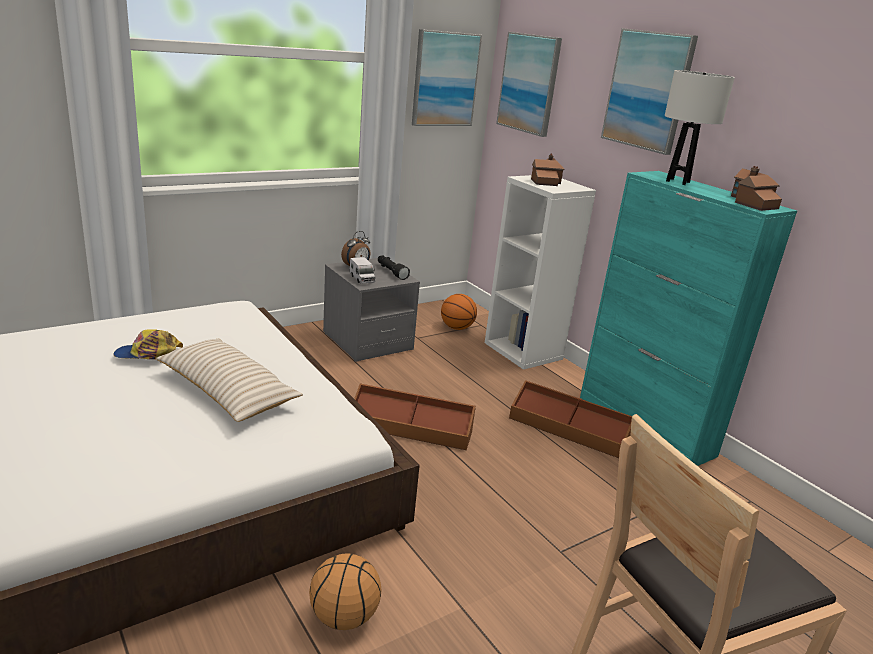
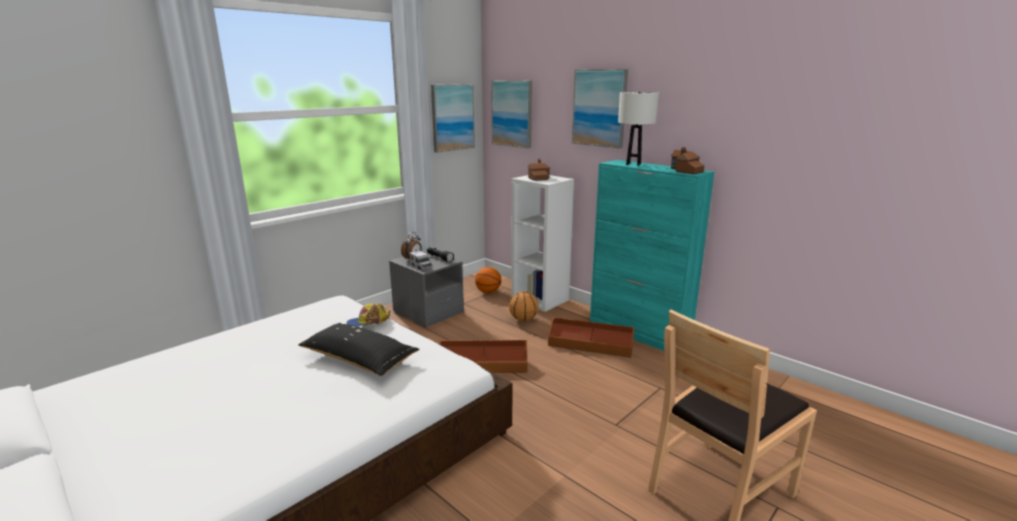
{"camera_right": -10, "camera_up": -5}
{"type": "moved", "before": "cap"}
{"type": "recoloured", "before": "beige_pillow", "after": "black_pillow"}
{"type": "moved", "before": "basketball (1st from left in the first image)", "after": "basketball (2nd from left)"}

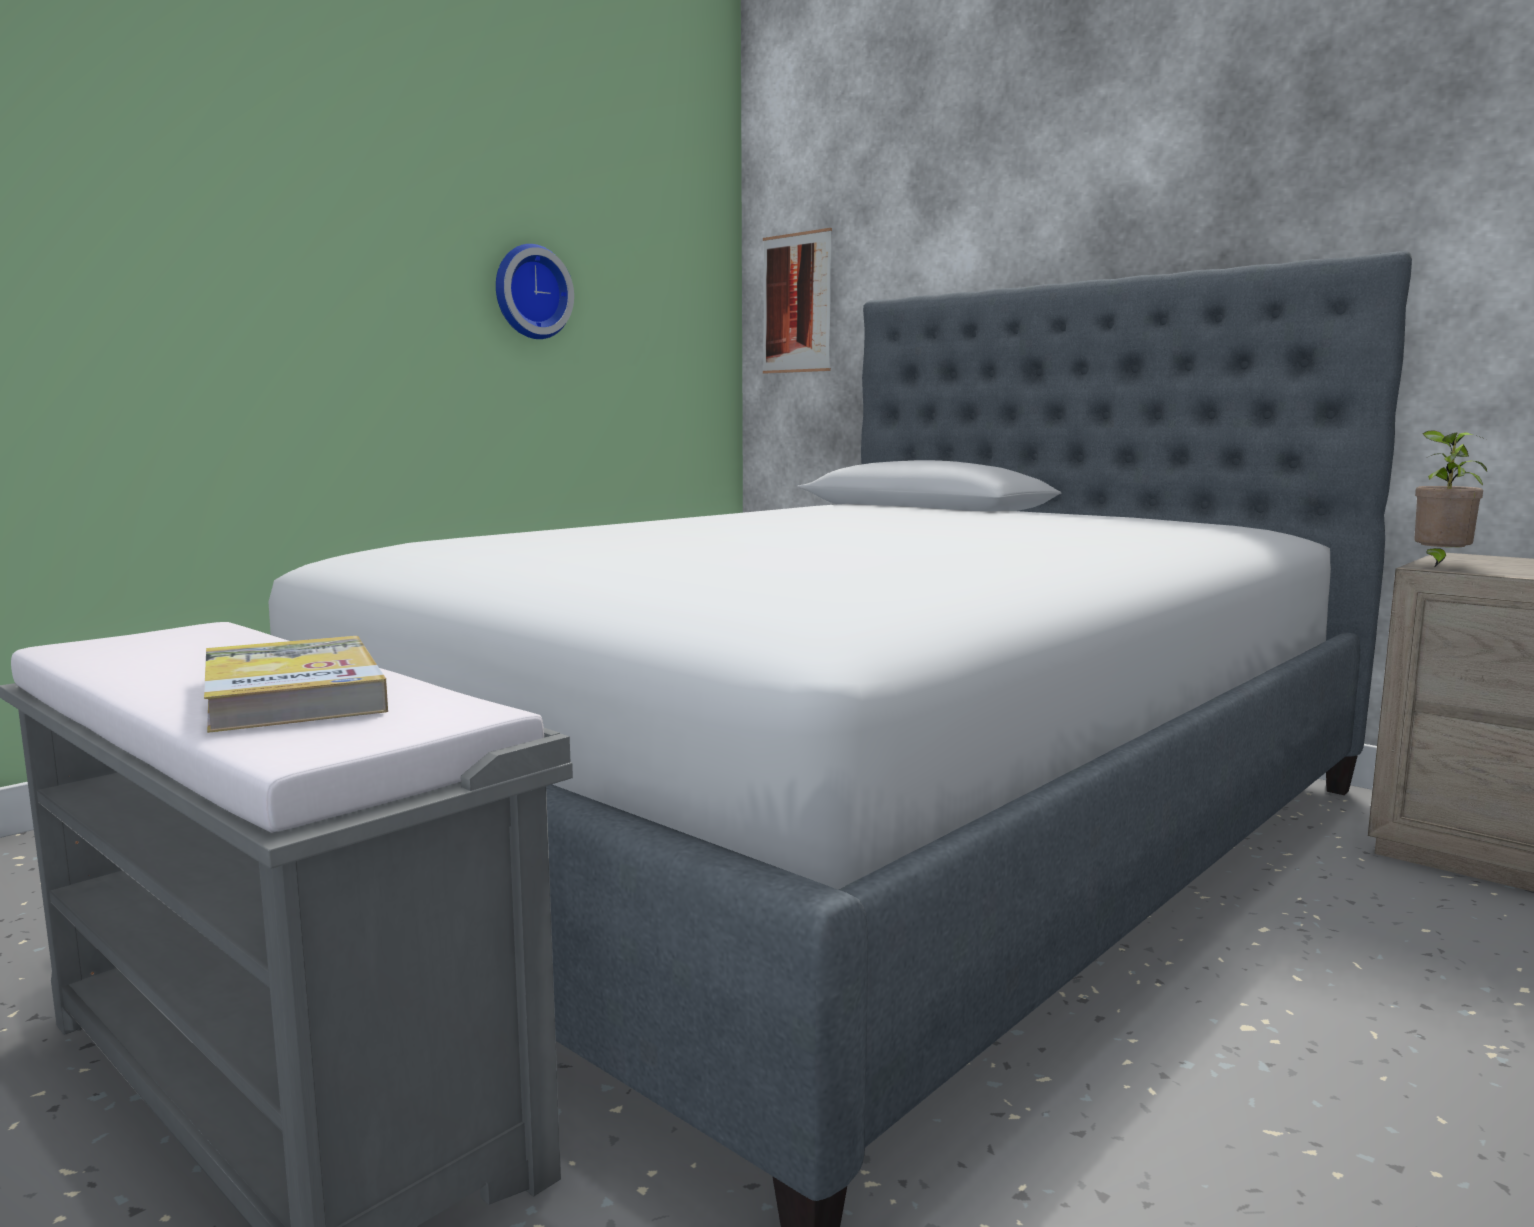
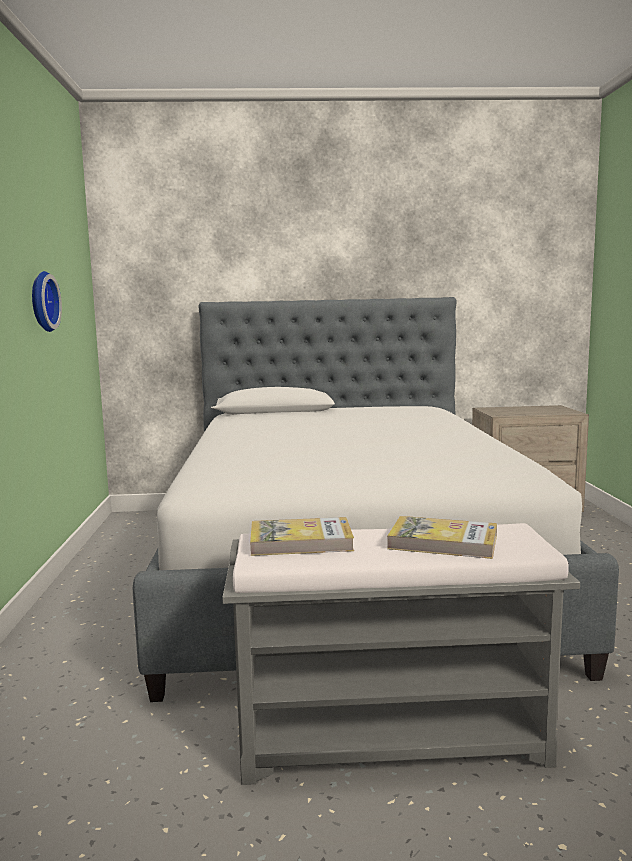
{"camera_right": -45, "camera_up": 0}
{"type": "removed", "before": "picture"}
{"type": "removed", "before": "potted_plant"}
{"type": "added", "after": "book (1st from left)"}

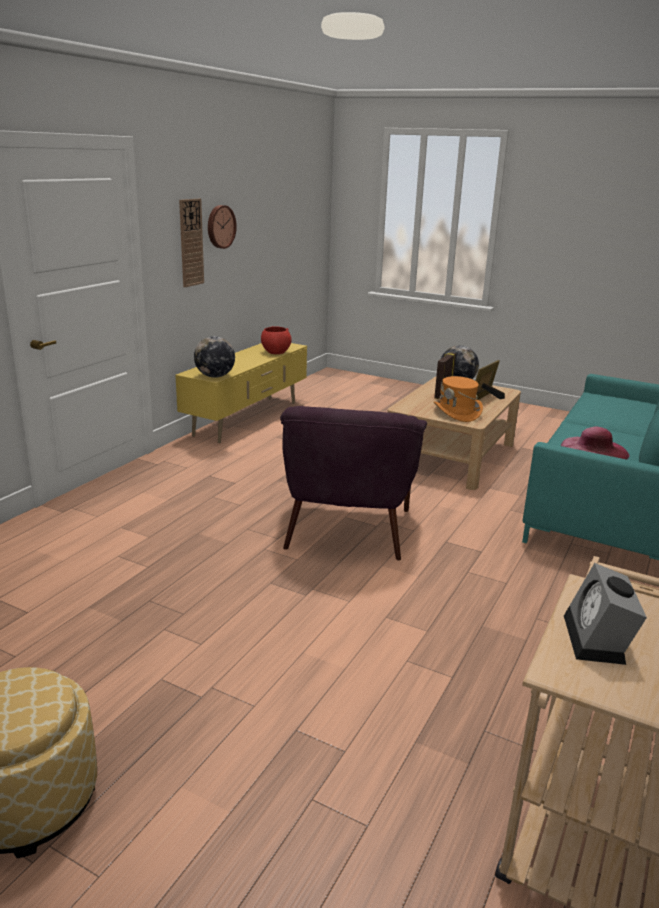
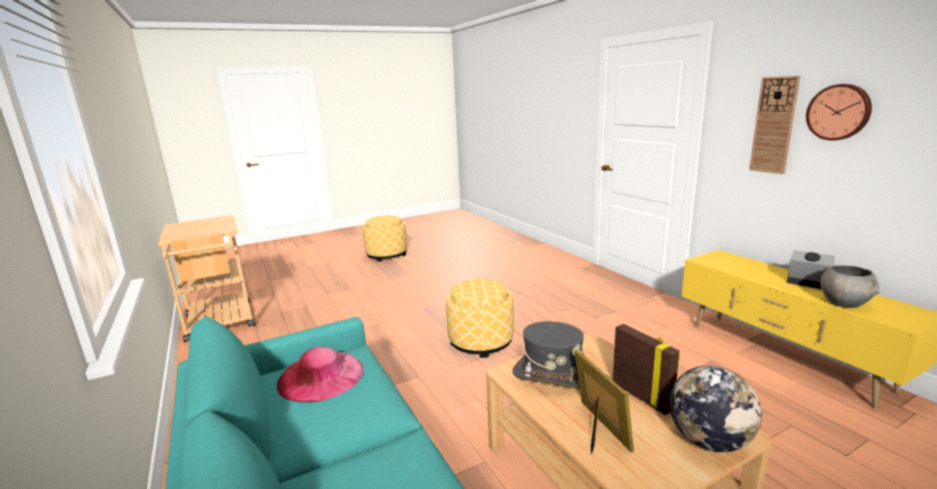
{"camera_right": 125, "camera_up": -5}
{"type": "removed", "before": "globe (1st from left)"}
{"type": "recoloured", "before": "red_bowl", "after": "grey_bowl"}
{"type": "replaced", "before": "purple_armchair", "after": "ottoman (2nd from left)"}
{"type": "recoloured", "before": "orange_hat", "after": "grey_hat"}
{"type": "moved", "before": "alarm_clock"}

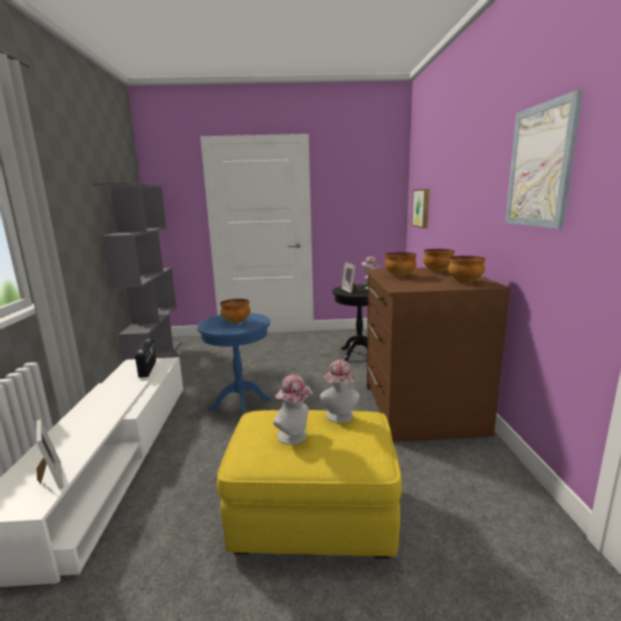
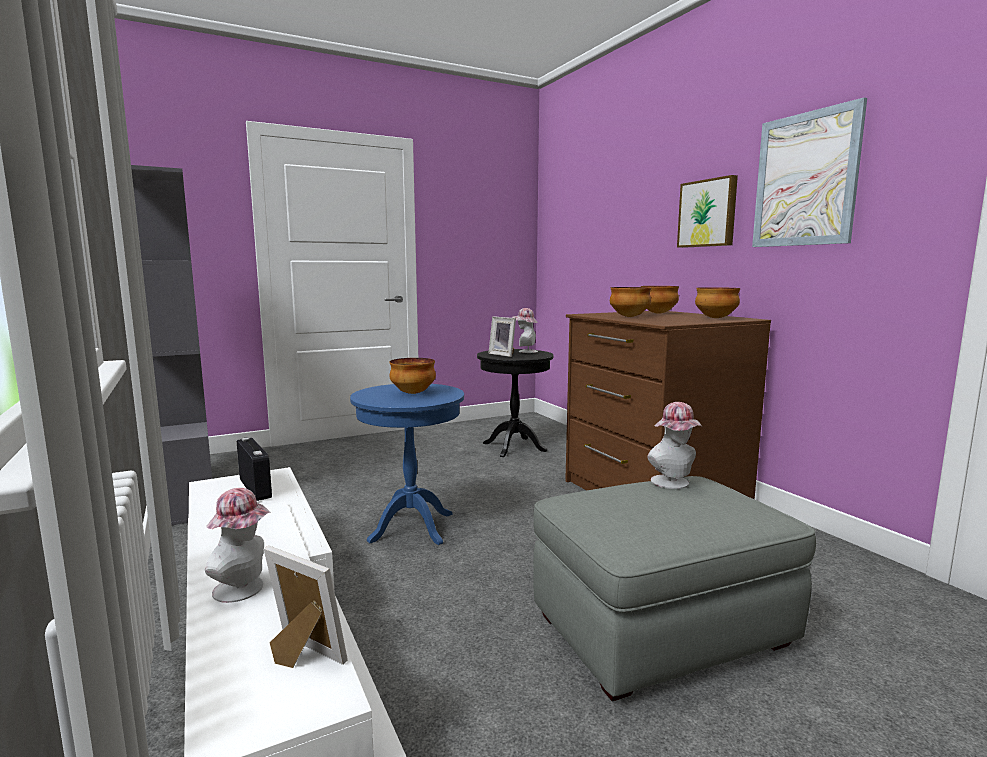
{"camera_right": -25, "camera_up": -5}
{"type": "recoloured", "before": "yellow_ottoman", "after": "grey_ottoman"}
{"type": "moved", "before": "hat (1st from left)"}
{"type": "moved", "before": "picture (1st from left)"}

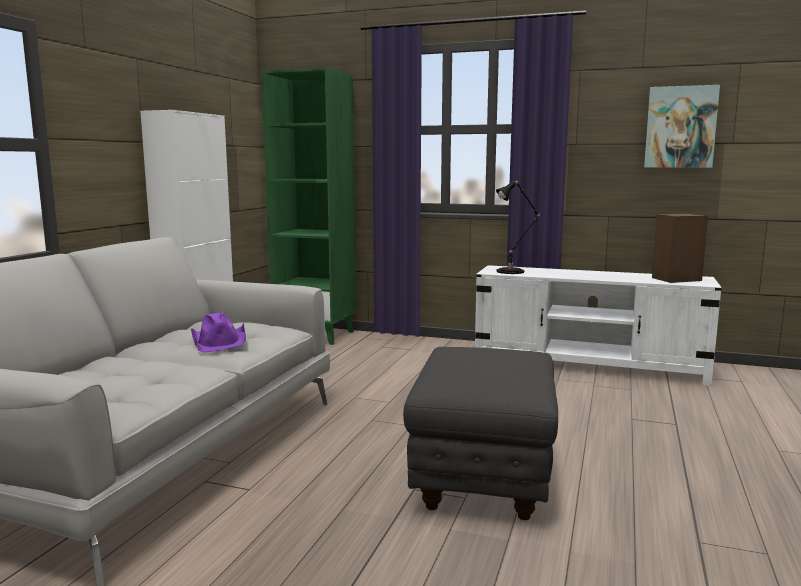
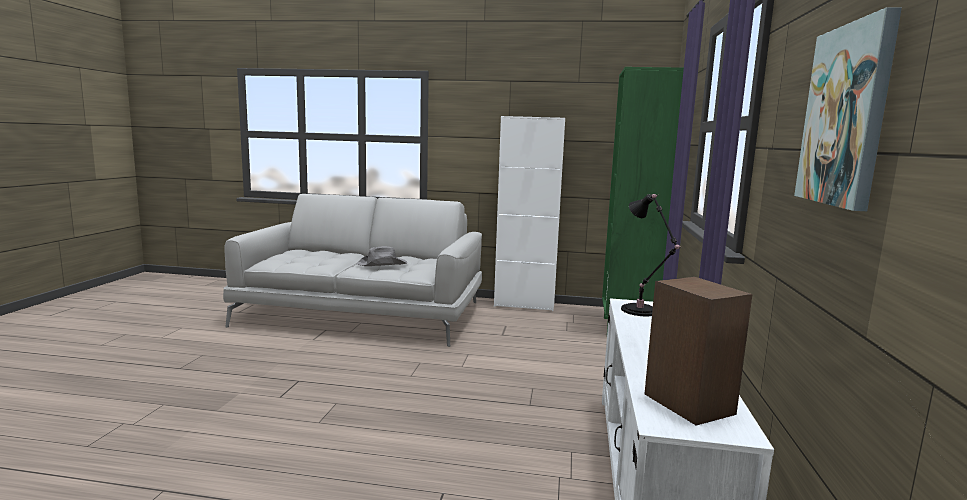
{"camera_right": 80, "camera_up": 0}
{"type": "recoloured", "before": "purple_hat", "after": "grey_hat"}
{"type": "removed", "before": "grey_ottoman"}

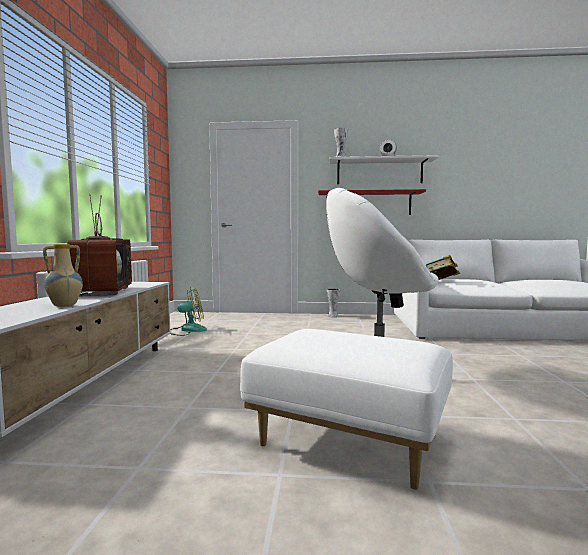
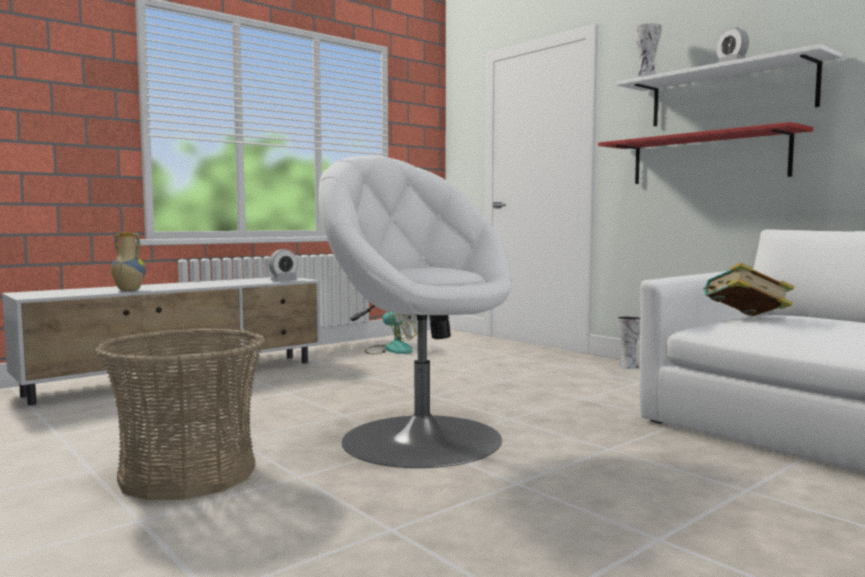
{"camera_right": 45, "camera_up": 0}
{"type": "removed", "before": "television"}
{"type": "replaced", "before": "white_ottoman", "after": "basket"}
{"type": "added", "after": "alarm_clock (1st from left)"}

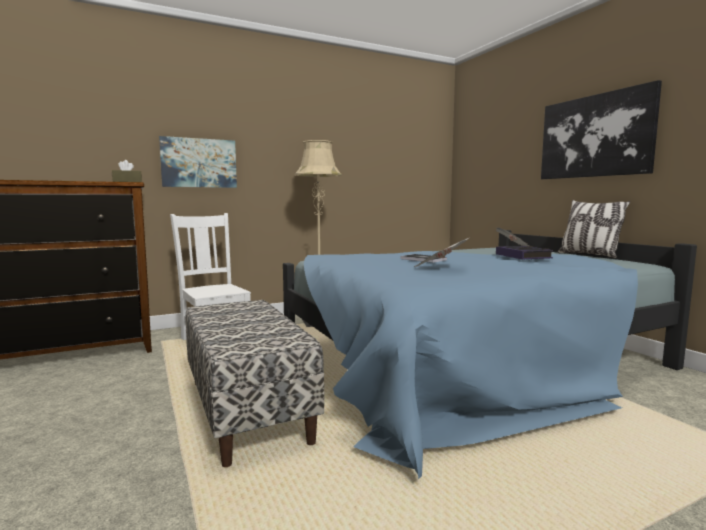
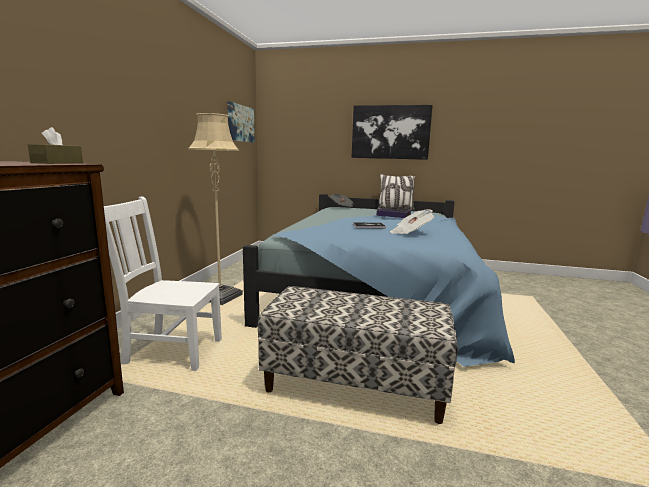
{"camera_right": -50, "camera_up": 5}
{"type": "moved", "before": "picture (1st from left)"}

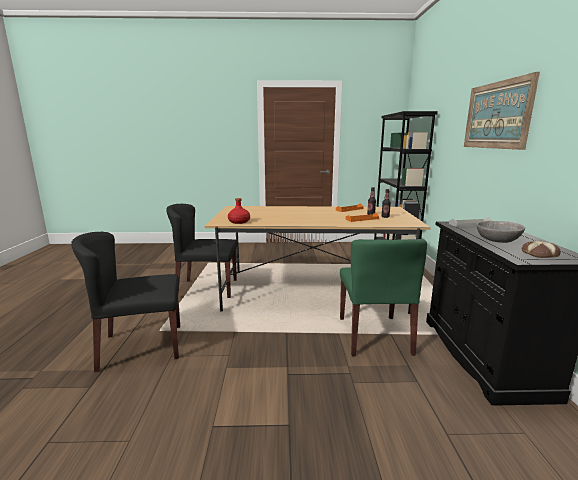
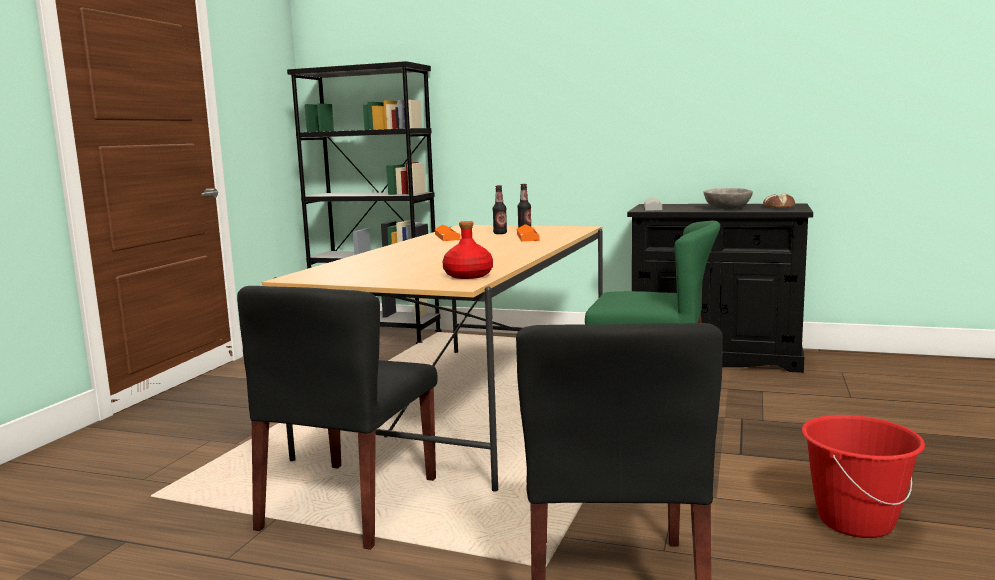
{"camera_right": -70, "camera_up": -5}
{"type": "removed", "before": "picture"}
{"type": "added", "after": "red_bucket"}

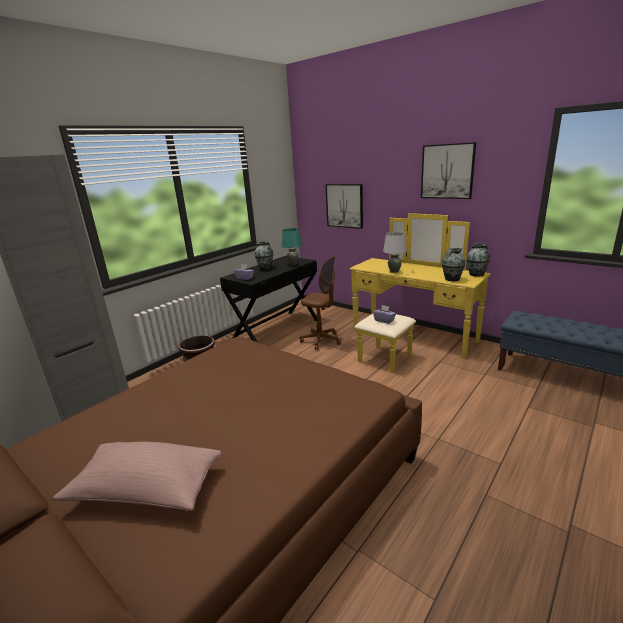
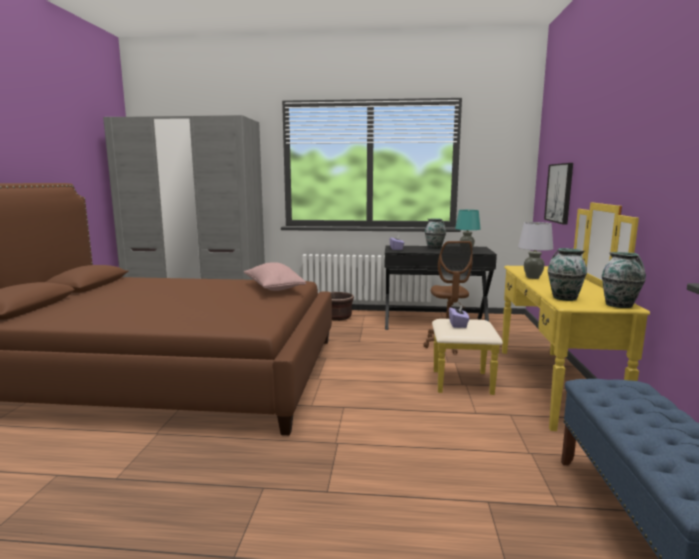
{"camera_right": 55, "camera_up": -10}
{"type": "moved", "before": "pink_pillow"}
{"type": "removed", "before": "picture (2nd from left)"}

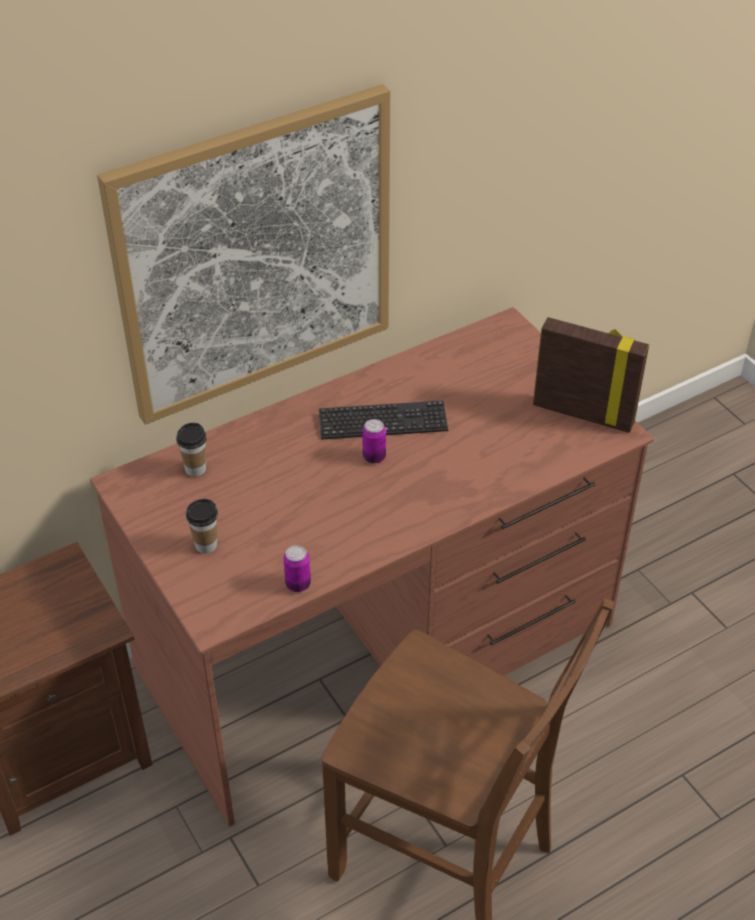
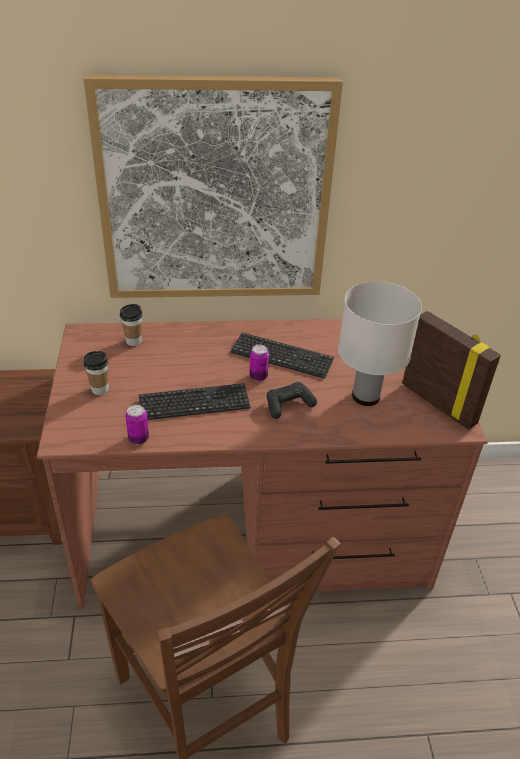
{"camera_right": 25, "camera_up": -5}
{"type": "added", "after": "keyboard (1st from left)"}
{"type": "added", "after": "black_game_controller"}
{"type": "added", "after": "white_table_lamp"}

